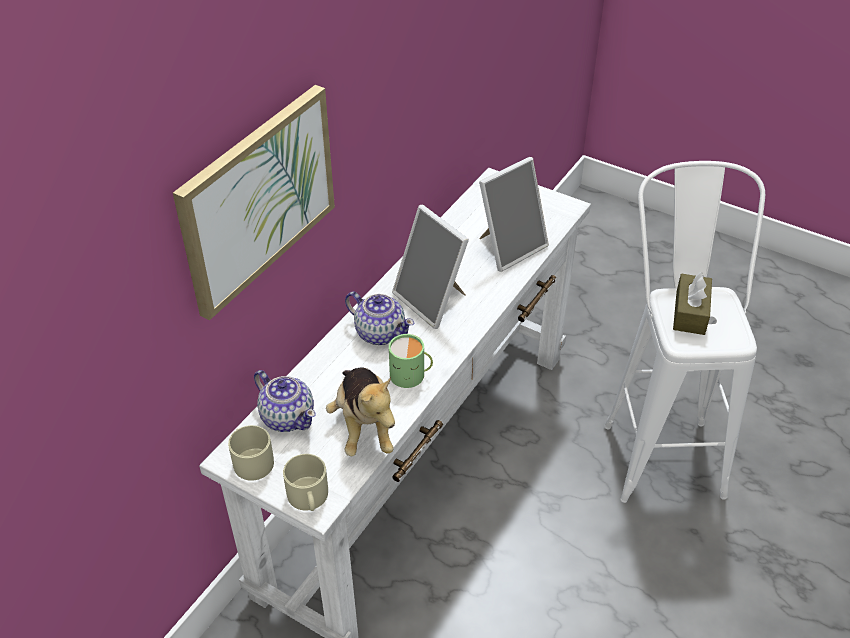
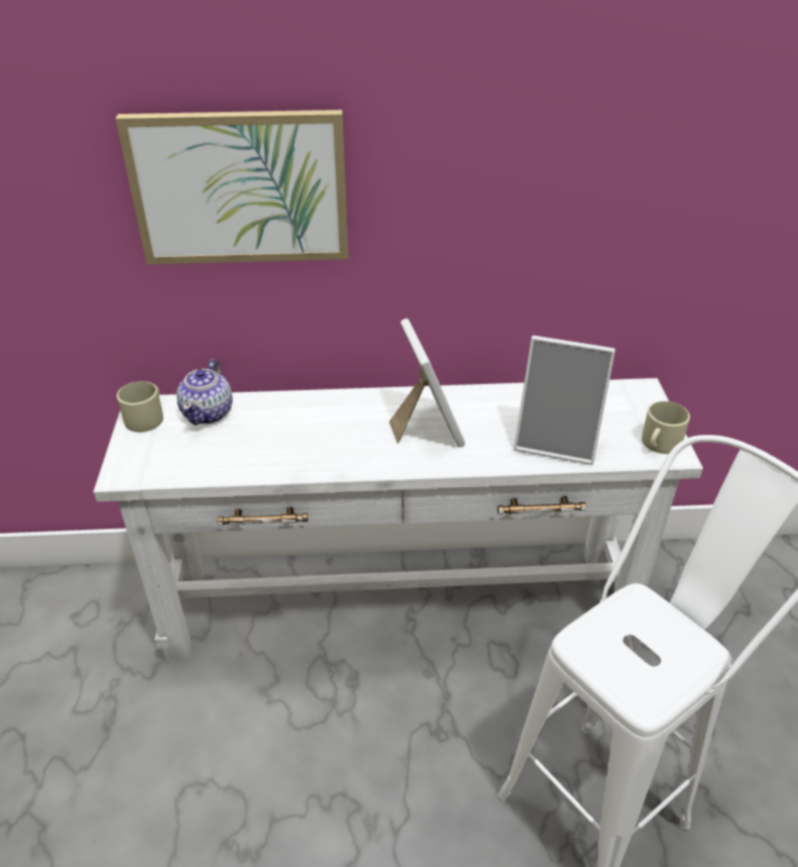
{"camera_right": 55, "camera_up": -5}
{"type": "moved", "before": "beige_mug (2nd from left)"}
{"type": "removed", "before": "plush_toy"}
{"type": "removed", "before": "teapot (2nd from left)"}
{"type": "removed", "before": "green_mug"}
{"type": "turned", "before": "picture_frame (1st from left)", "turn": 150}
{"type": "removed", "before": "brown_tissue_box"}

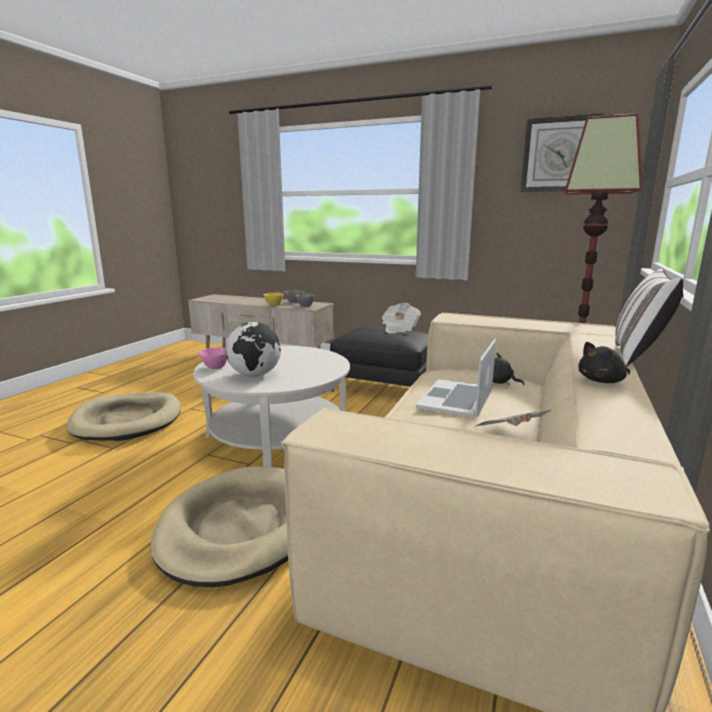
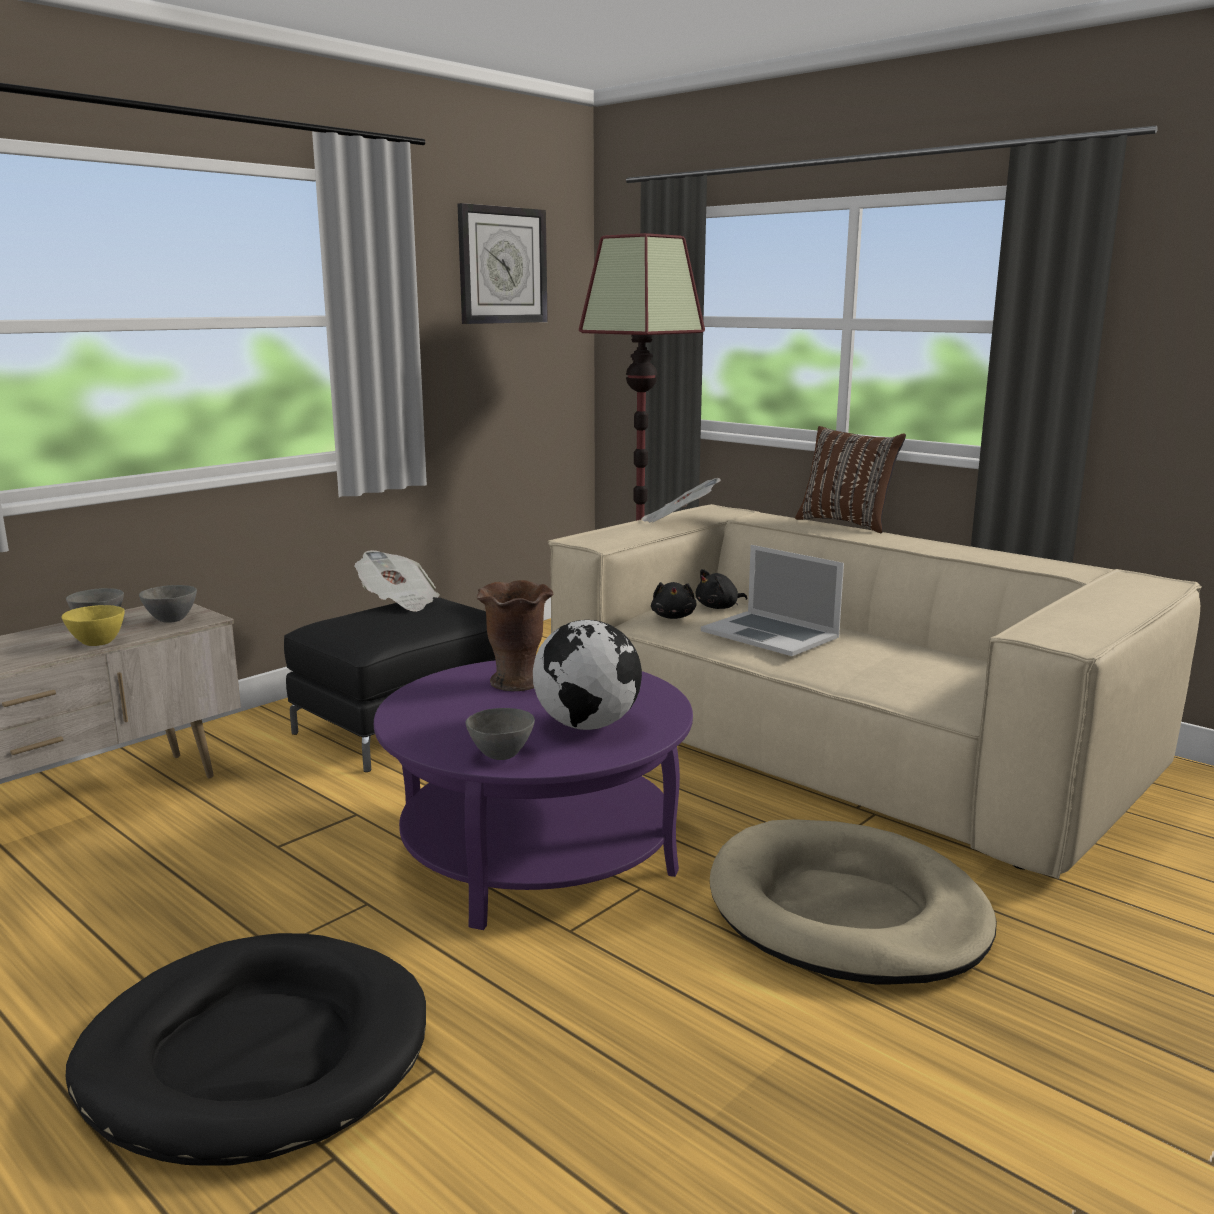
{"camera_right": -70, "camera_up": 0}
{"type": "recoloured", "before": "beige_dog_bed (1st from left)", "after": "black_dog_bed"}
{"type": "recoloured", "before": "white_coffee_table", "after": "purple_coffee_table"}
{"type": "recoloured", "before": "pink_bowl", "after": "grey_bowl (3rd from left)"}
{"type": "moved", "before": "newspaper (2nd from left)"}
{"type": "moved", "before": "black_plush_toy (2nd from left in the first image)", "after": "black_plush_toy (1st from left)"}
{"type": "recoloured", "before": "white_pillow", "after": "brown_pillow"}
{"type": "added", "after": "brown_vase"}

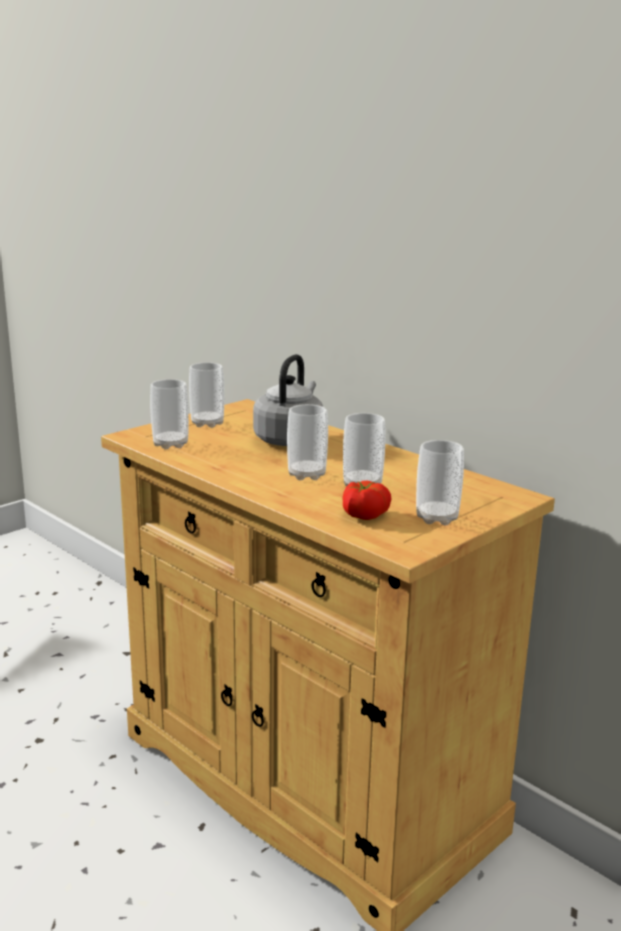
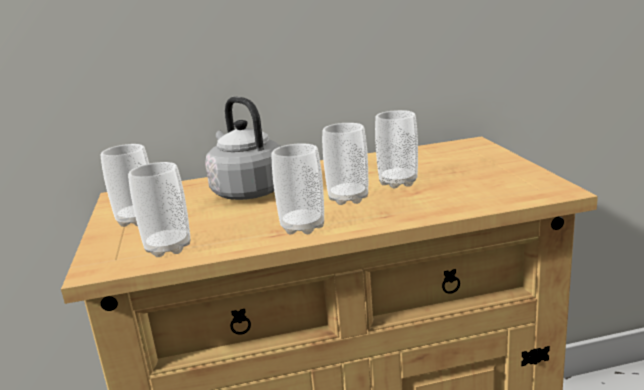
{"camera_right": -55, "camera_up": 0}
{"type": "removed", "before": "tomato"}
{"type": "moved", "before": "cup (5th from left in the first image)", "after": "cup (3rd from left)"}

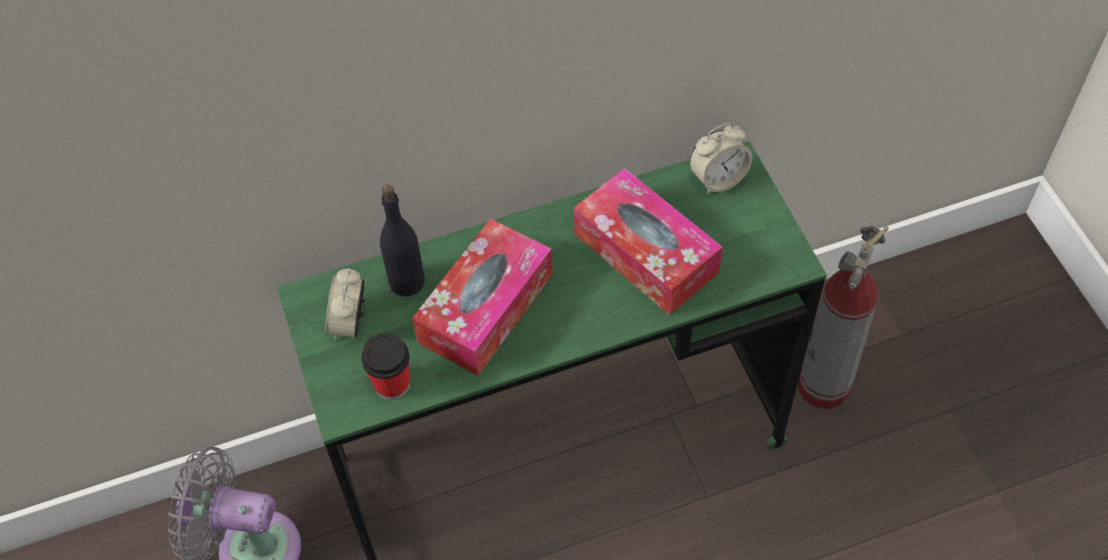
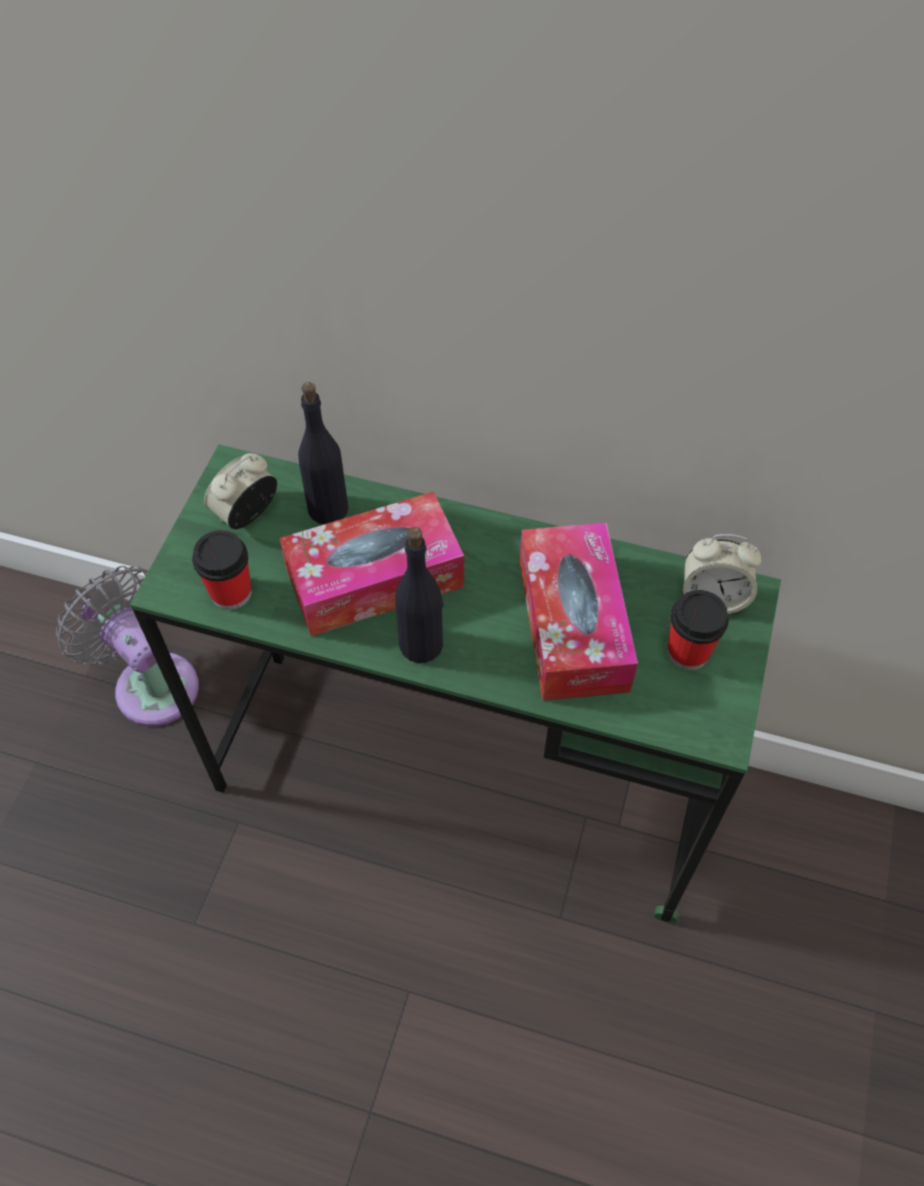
{"camera_right": 35, "camera_up": 0}
{"type": "removed", "before": "fire_extinguisher"}
{"type": "added", "after": "black_bottle (2nd from left)"}
{"type": "added", "after": "cup (2nd from left)"}

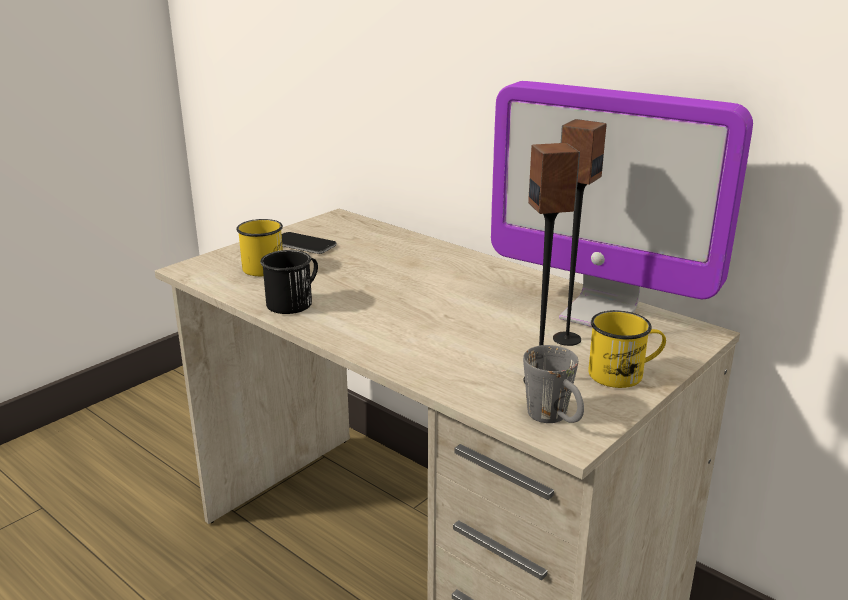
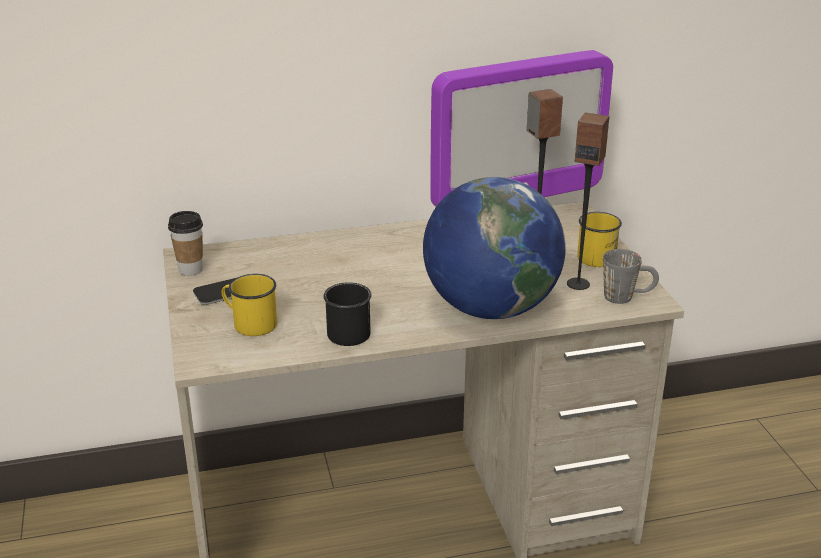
{"camera_right": -55, "camera_up": 5}
{"type": "added", "after": "cup"}
{"type": "added", "after": "globe"}

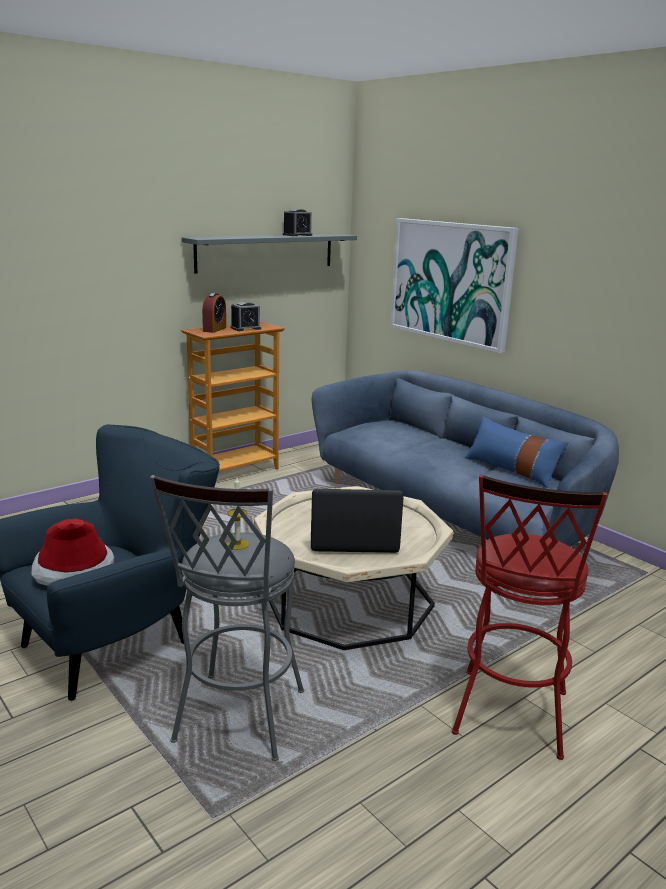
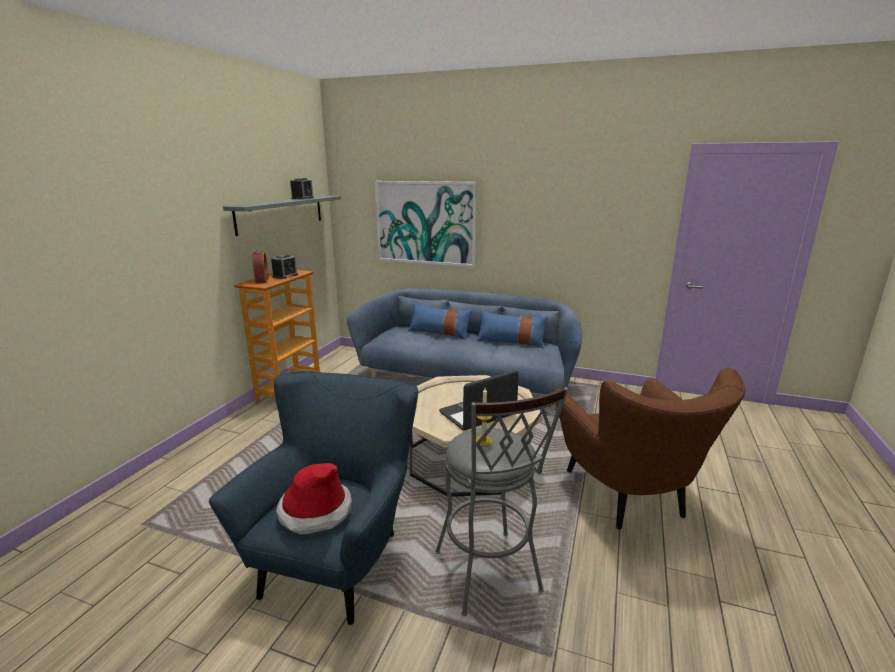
{"camera_right": -30, "camera_up": 0}
{"type": "replaced", "before": "red_stool", "after": "brown_armchair"}
{"type": "added", "after": "blue_pillow (1st from left)"}

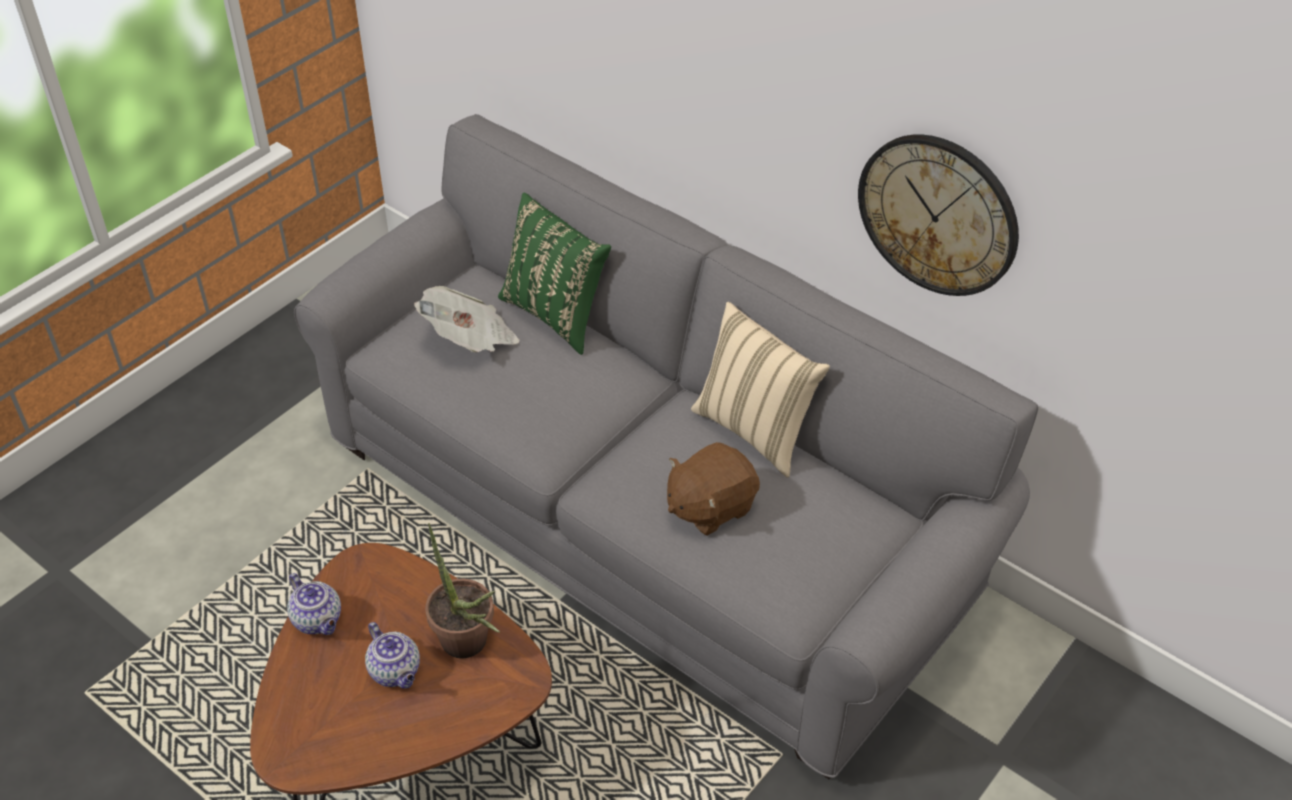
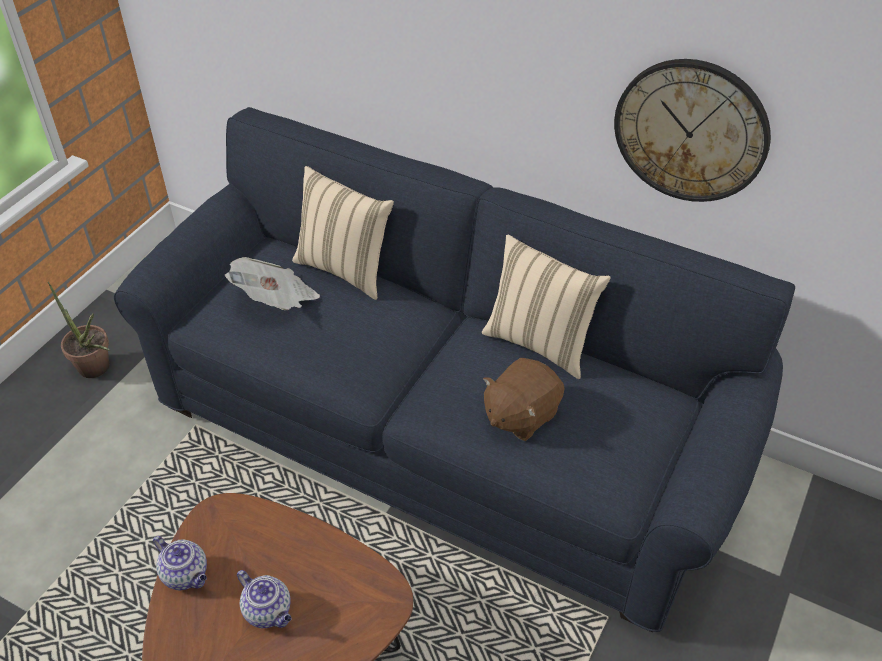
{"camera_right": -10, "camera_up": 0}
{"type": "recoloured", "before": "grey_sofa", "after": "blue_sofa"}
{"type": "moved", "before": "potted_plant"}
{"type": "recoloured", "before": "green_pillow", "after": "beige_pillow (1st from left)"}

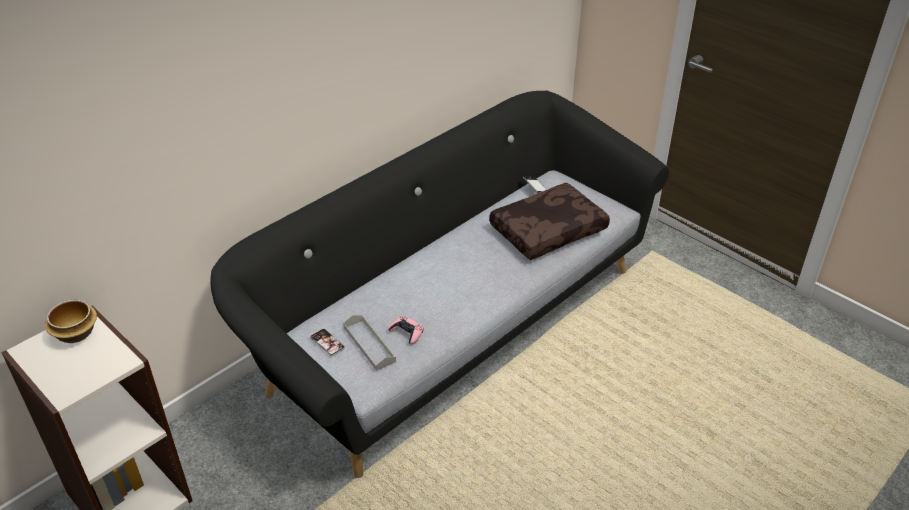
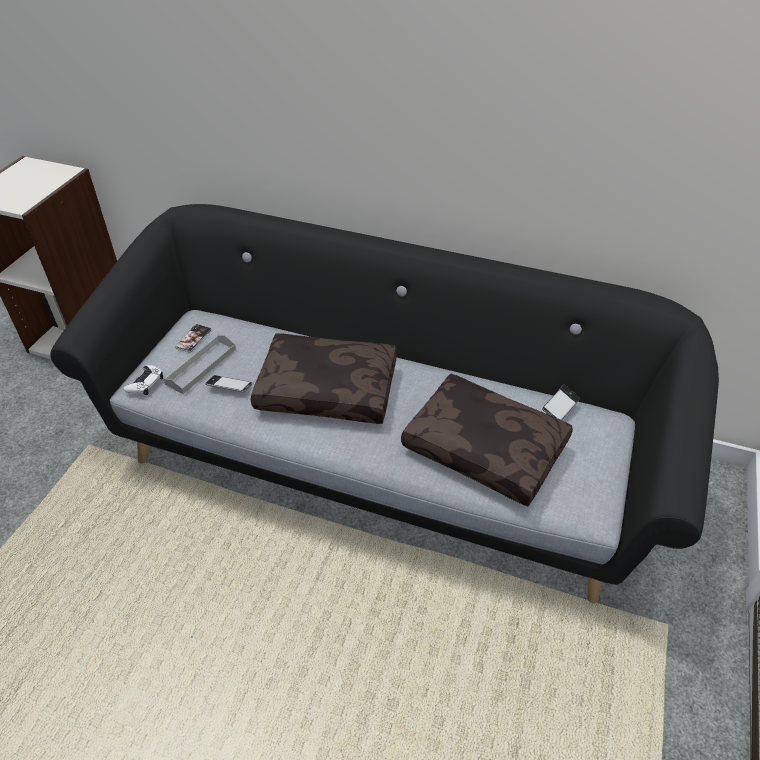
{"camera_right": 65, "camera_up": 5}
{"type": "removed", "before": "bowl"}
{"type": "replaced", "before": "pink_game_controller", "after": "phone (2nd from left)"}
{"type": "added", "after": "white_game_controller"}
{"type": "added", "after": "brown_pillow (1st from left)"}

